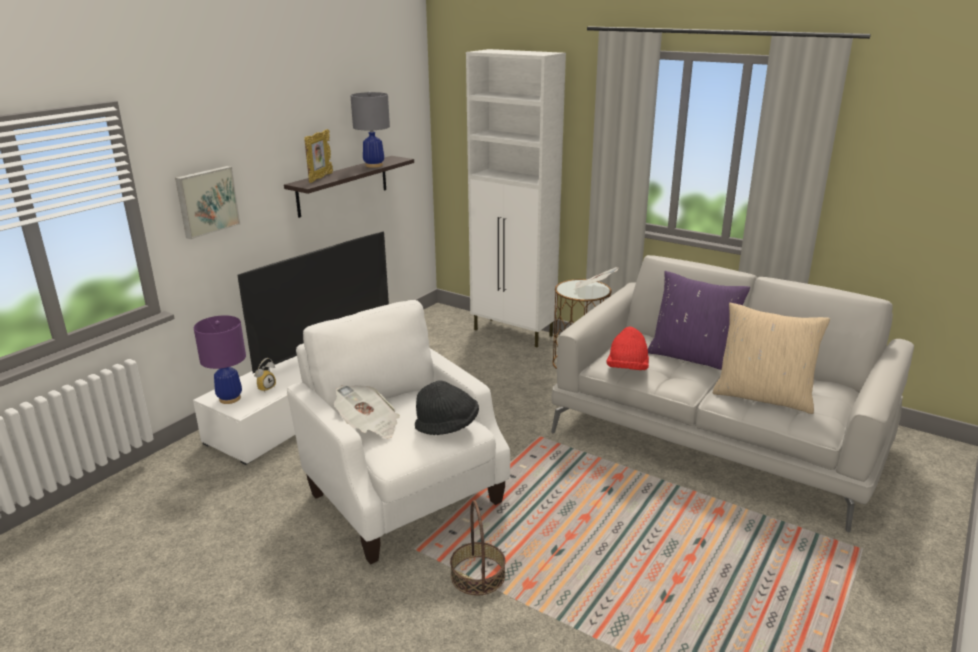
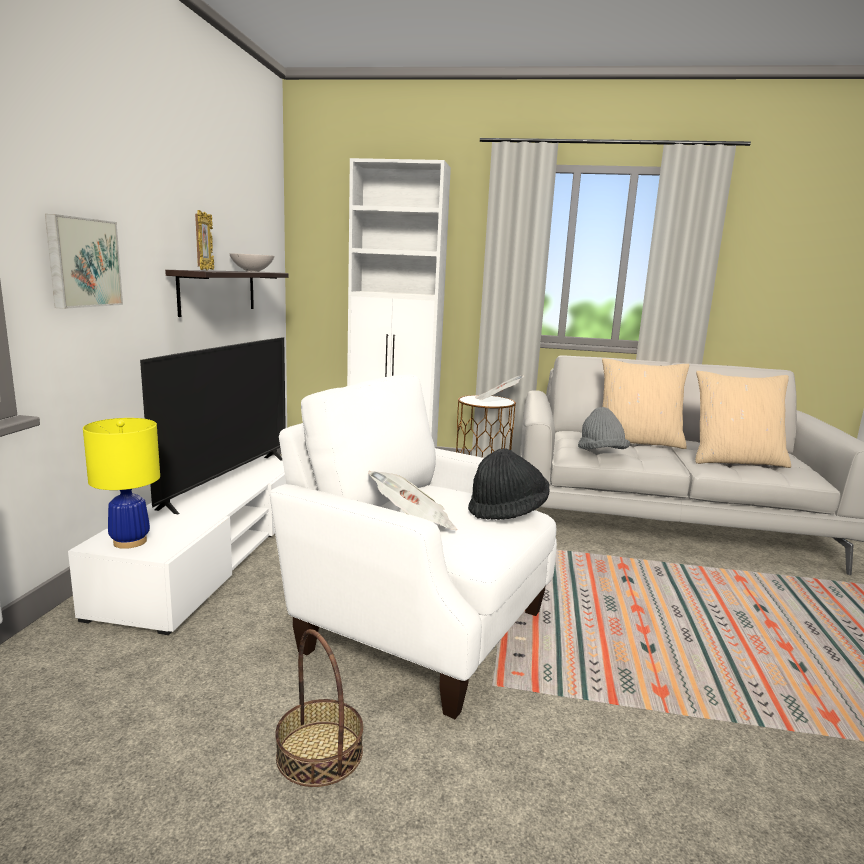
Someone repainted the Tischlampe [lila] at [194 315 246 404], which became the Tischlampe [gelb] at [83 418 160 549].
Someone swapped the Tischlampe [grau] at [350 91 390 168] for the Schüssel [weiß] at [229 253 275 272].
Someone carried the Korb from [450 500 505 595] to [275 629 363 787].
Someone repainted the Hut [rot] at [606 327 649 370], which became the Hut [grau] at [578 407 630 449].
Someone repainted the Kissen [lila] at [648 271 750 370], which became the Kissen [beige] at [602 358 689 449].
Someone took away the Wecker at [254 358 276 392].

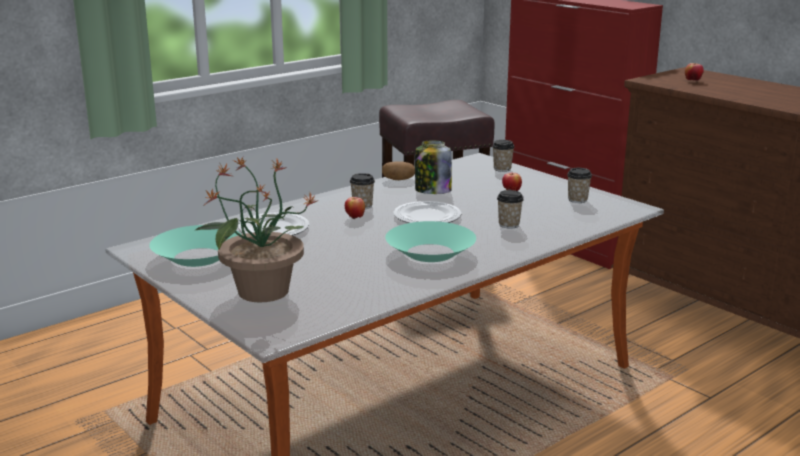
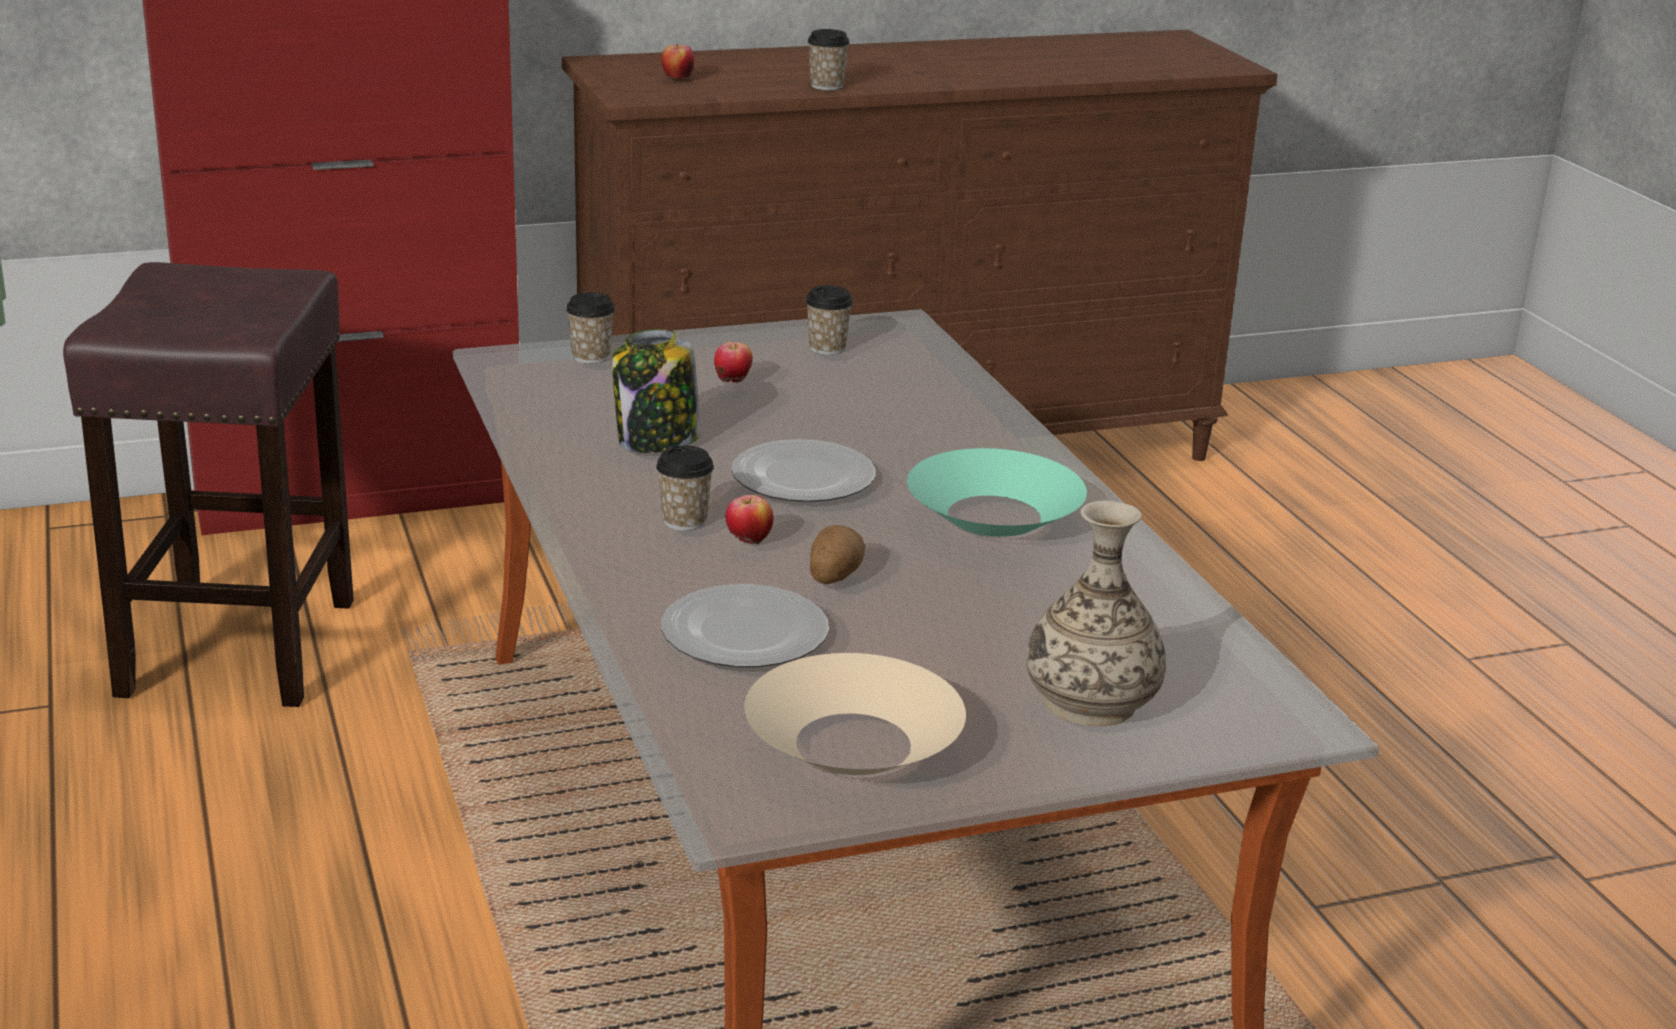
Someone repainted the Schüssel [türkis] at [149 225 242 267], which became the Schüssel [beige] at [744 653 966 775].
Someone carried the Tasse from [497 190 524 229] to [807 29 850 90].
Someone carried the Kartoffel from [382 161 415 180] to [810 525 865 584].
Someone swapped the Topfpflanze at [194 157 319 303] for the Vase at [1026 500 1166 726].

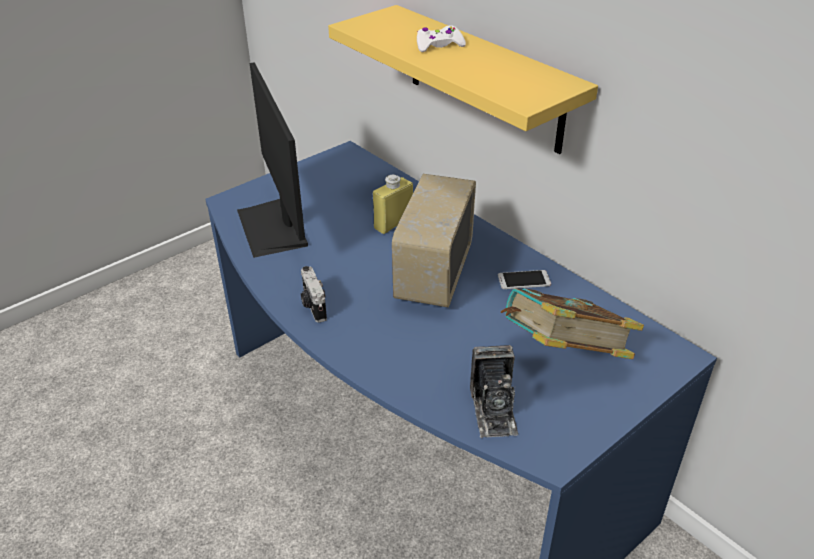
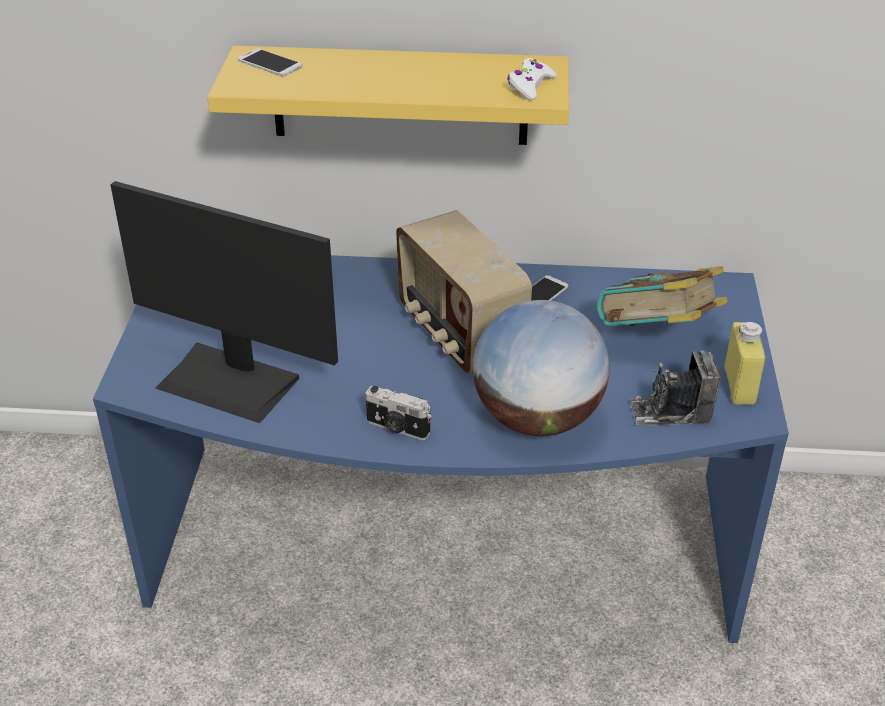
Someone put down the Handy at [238 49 303 77].
Someone put down the Globus at [473 300 609 436].
Someone carried the Gamepad [weiß] from [417 26 466 52] to [507 58 557 100].
Someone rotated the Kamera at [470 345 518 438] by 135 degrees clockwise.
Someone carried the Flasche [gelb] from [373 174 413 234] to [724 322 766 405].

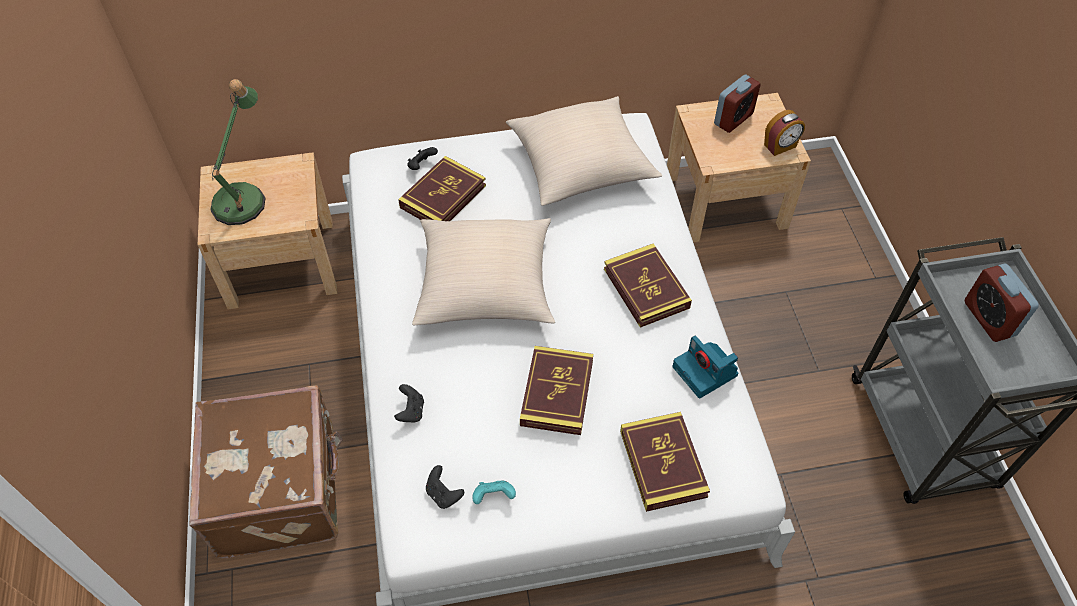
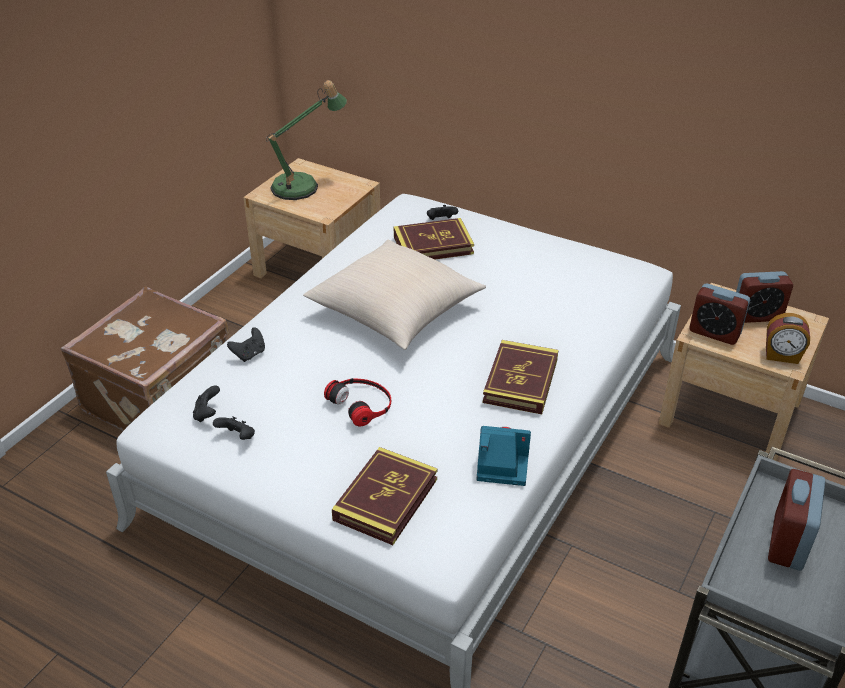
Someone repainted the Gamepad [türkis] at [472 481 516 504], which became the Gamepad [schwarz] at [213 416 255 440].
Someone swapped the Buch at [520 346 593 435] for the Kopfhörer at [324 378 391 427].
Someone rotated the Kamera at [672 335 738 399] by 90 degrees clockwise.
Someone put down the Wecker at [689 284 750 345].
Someone took away the Kissen [beige] at [506 96 662 206].

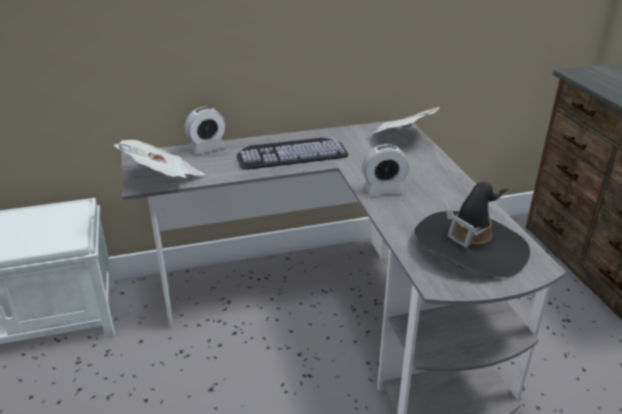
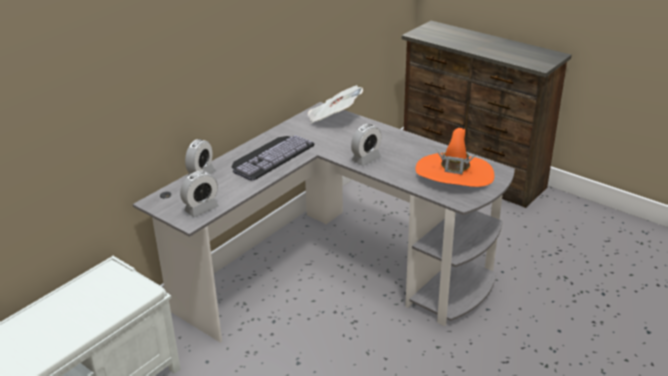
Someone swapped the Zeitung at [114 140 205 178] for the Wecker at [180 171 219 217].
Someone repainted the Hut [schwarz] at [414 182 530 277], which became the Hut [orange] at [416 128 494 187].

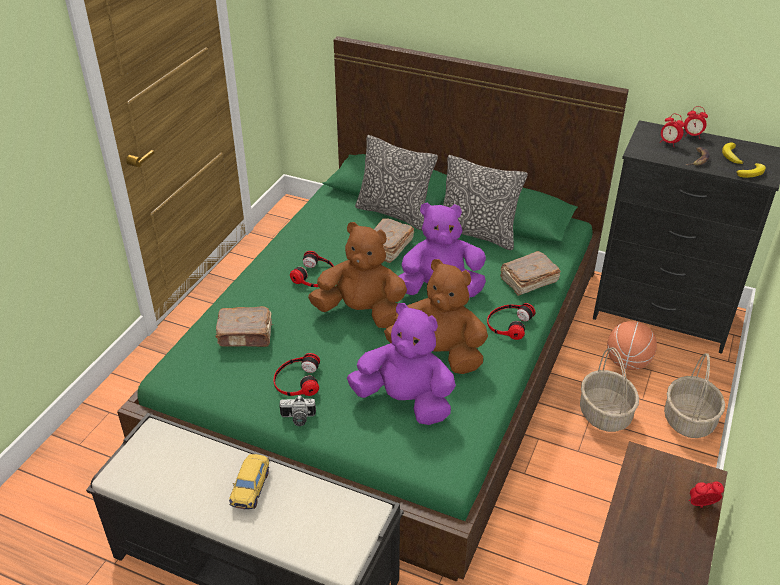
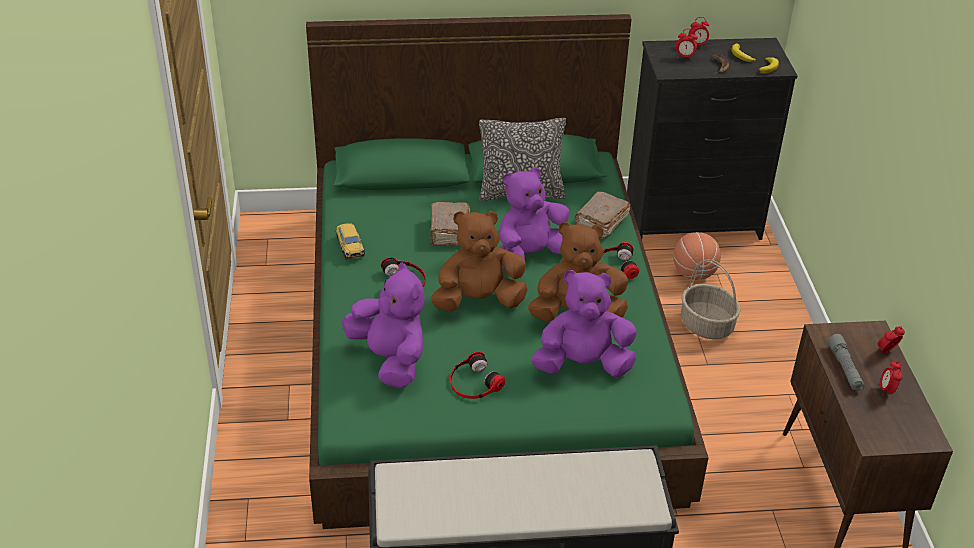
Someone carried the Spielzeugauto from [229 454 270 509] to [336 223 365 260].
Someone swapped the Buch [braun] at [215 306 273 347] for the Plüschtier [lila] at [342 262 425 388].
Someone put down the Taschenlampe [grau] at [828 334 864 390].
Someone put down the Wecker at [880 361 903 396].
Someone took away the Kamera at [279 395 316 426].
Someone took away the Kissen at [355 135 438 230].
Someone took away the Korb at [664 353 725 438].

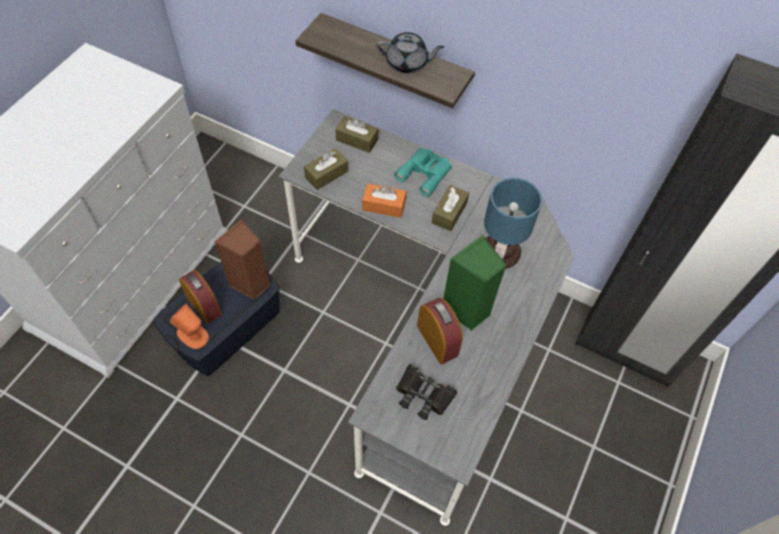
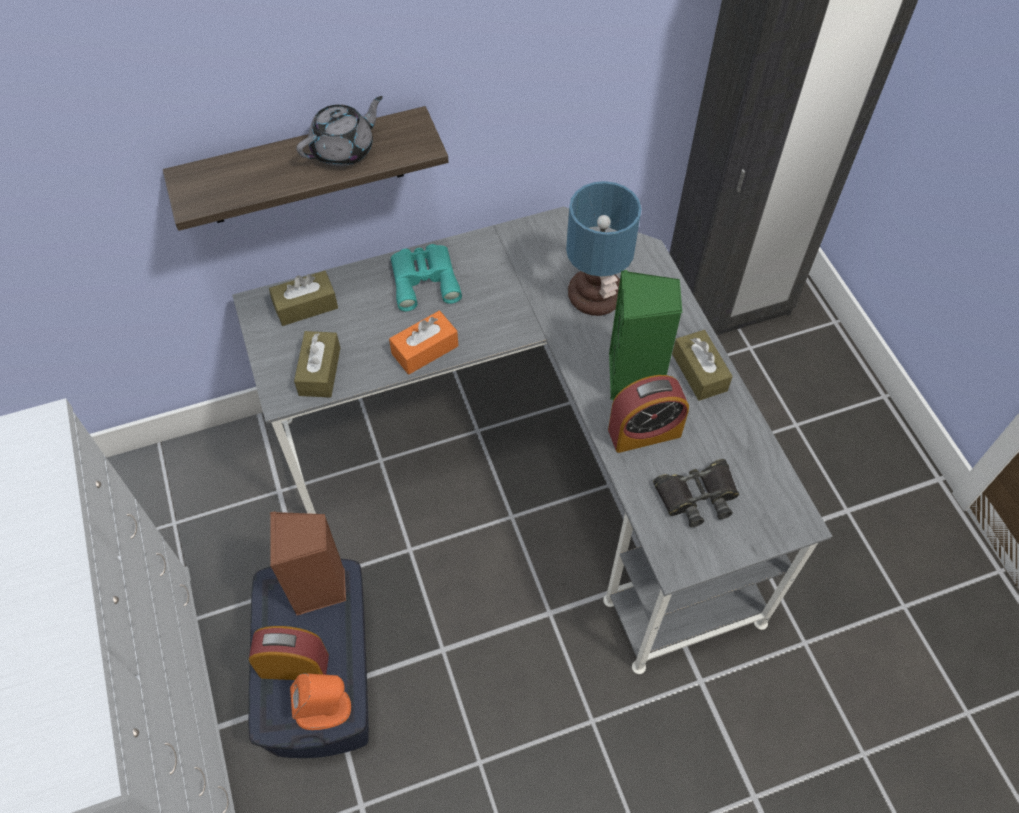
Someone rotated the Wecker at [417 298 463 364] by 150 degrees clockwise.
Someone carried the Taschentuchbox [braun] from [432 185 469 231] to [672 330 733 401].

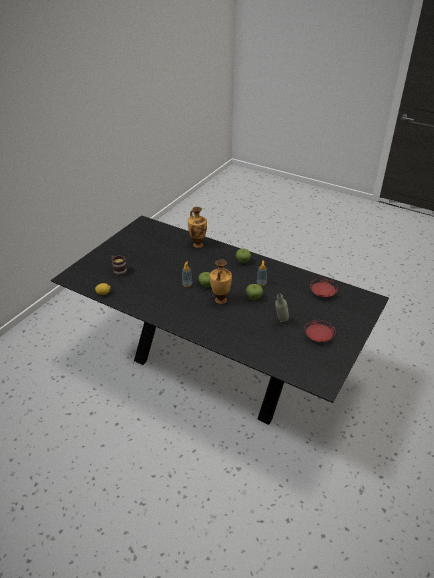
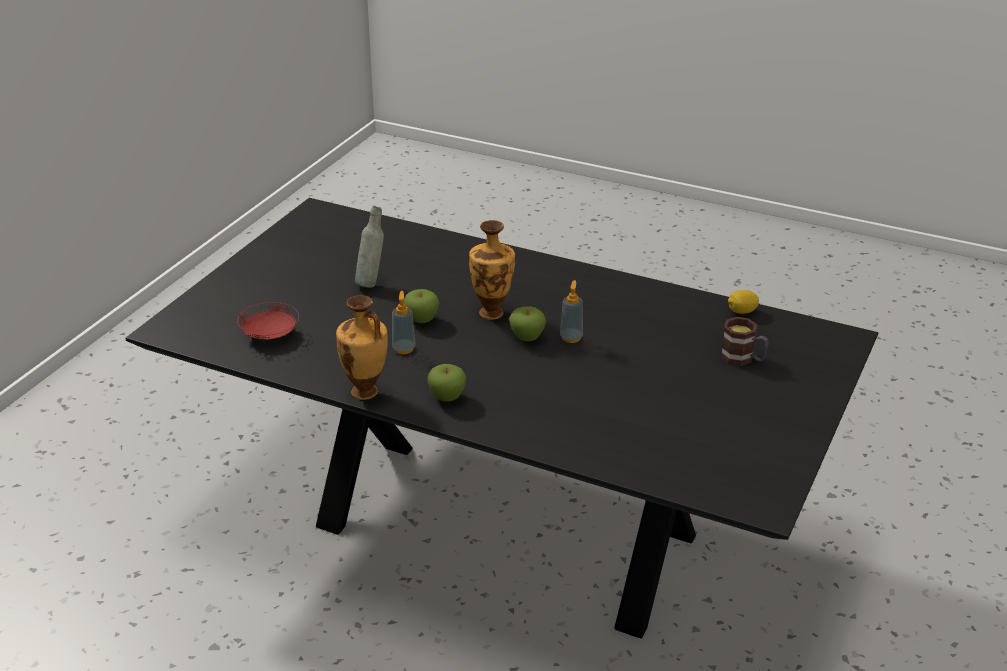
Someone carried the Vase from [188 207 207 248] to [336 295 388 400].
Someone took away the Teller [rot] at [304 320 336 342].

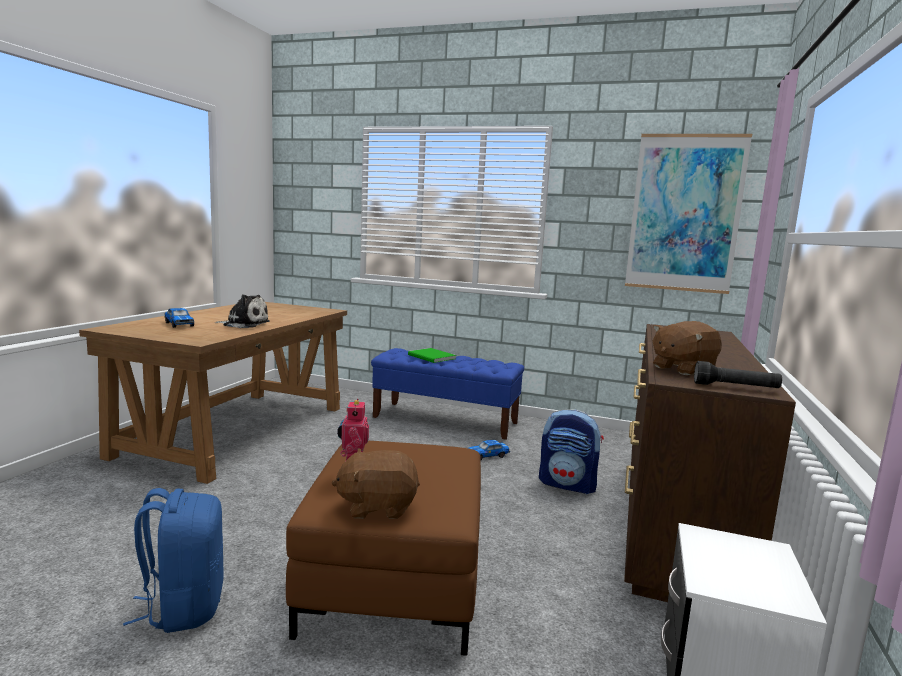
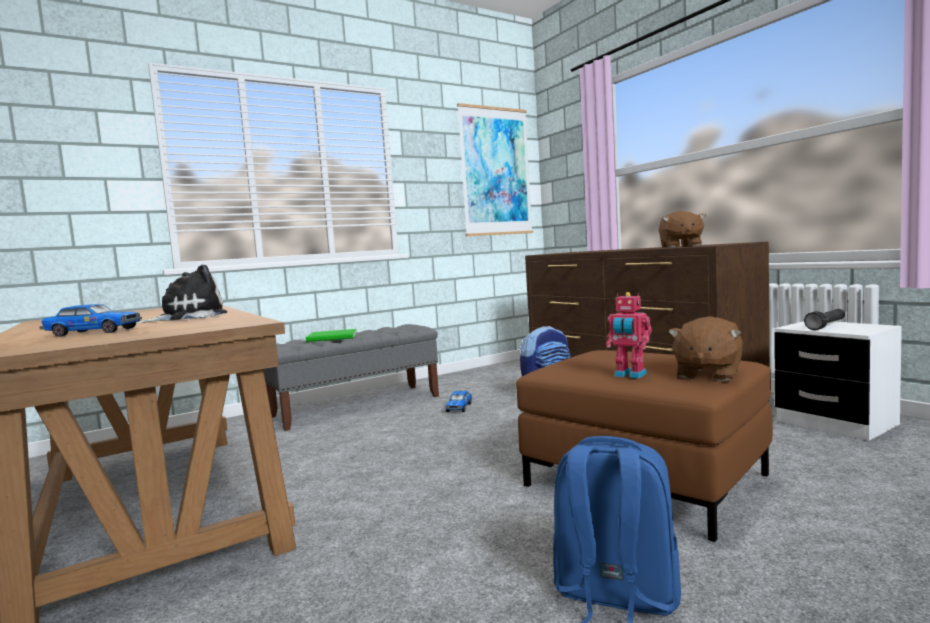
Someone repainted the Bank [blau] at [371 348 524 440], which became the Bank [grau] at [263 324 439 431].
Someone carried the Taschenlampe [schwarz] from [694 361 782 388] to [804 309 845 330].

